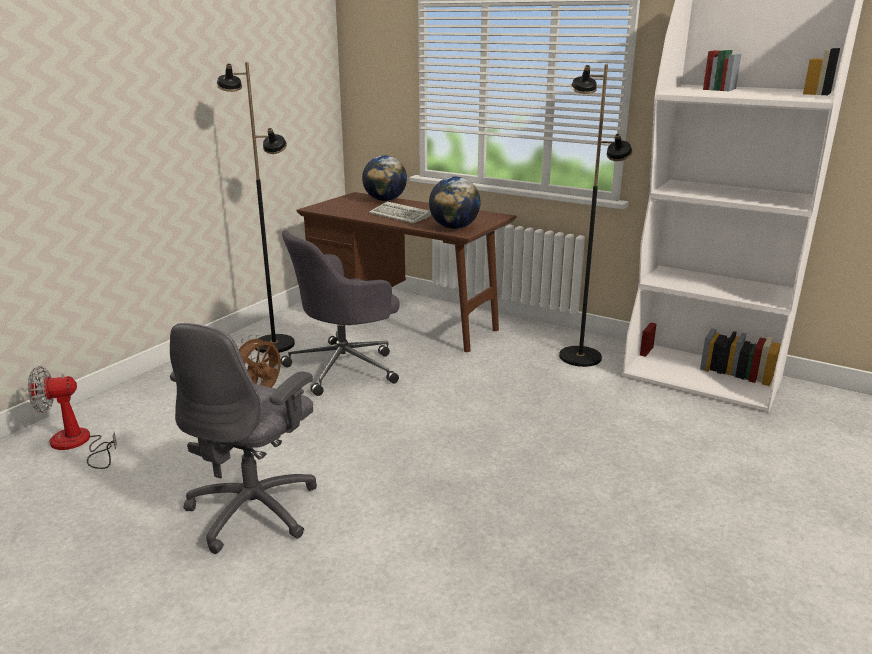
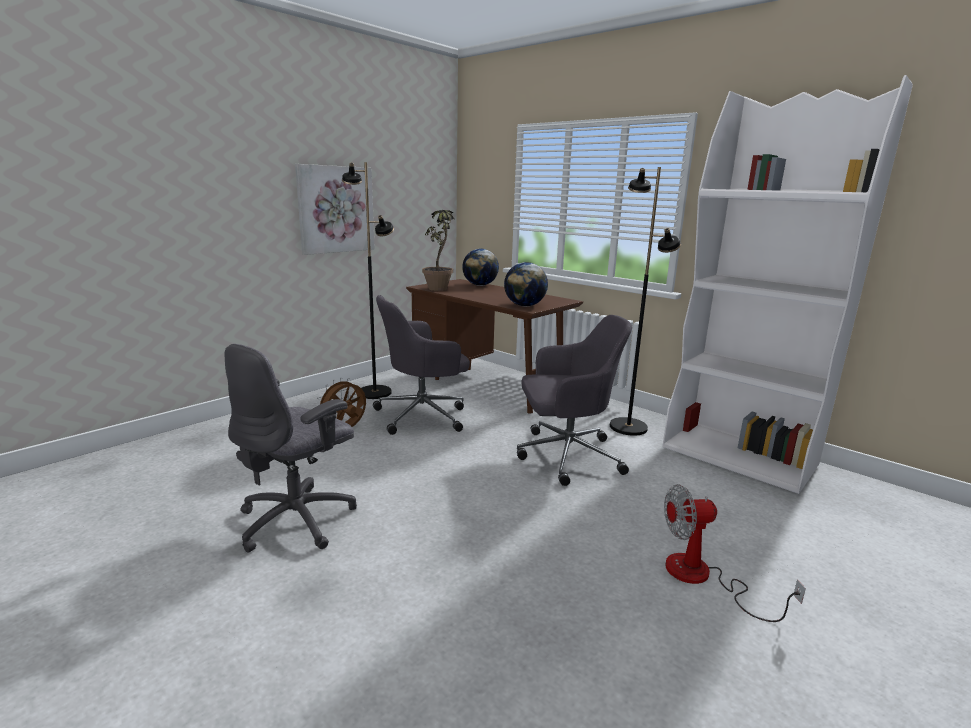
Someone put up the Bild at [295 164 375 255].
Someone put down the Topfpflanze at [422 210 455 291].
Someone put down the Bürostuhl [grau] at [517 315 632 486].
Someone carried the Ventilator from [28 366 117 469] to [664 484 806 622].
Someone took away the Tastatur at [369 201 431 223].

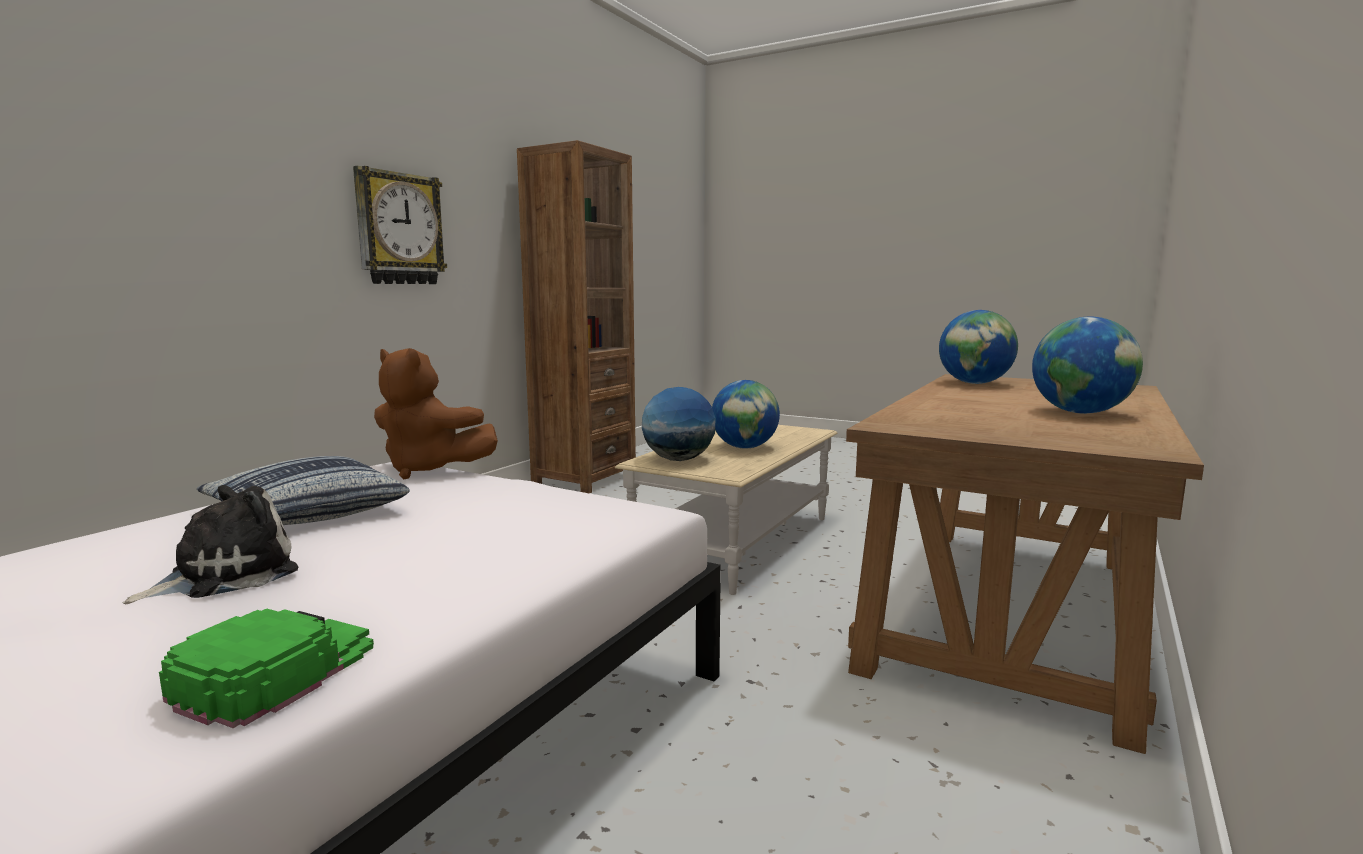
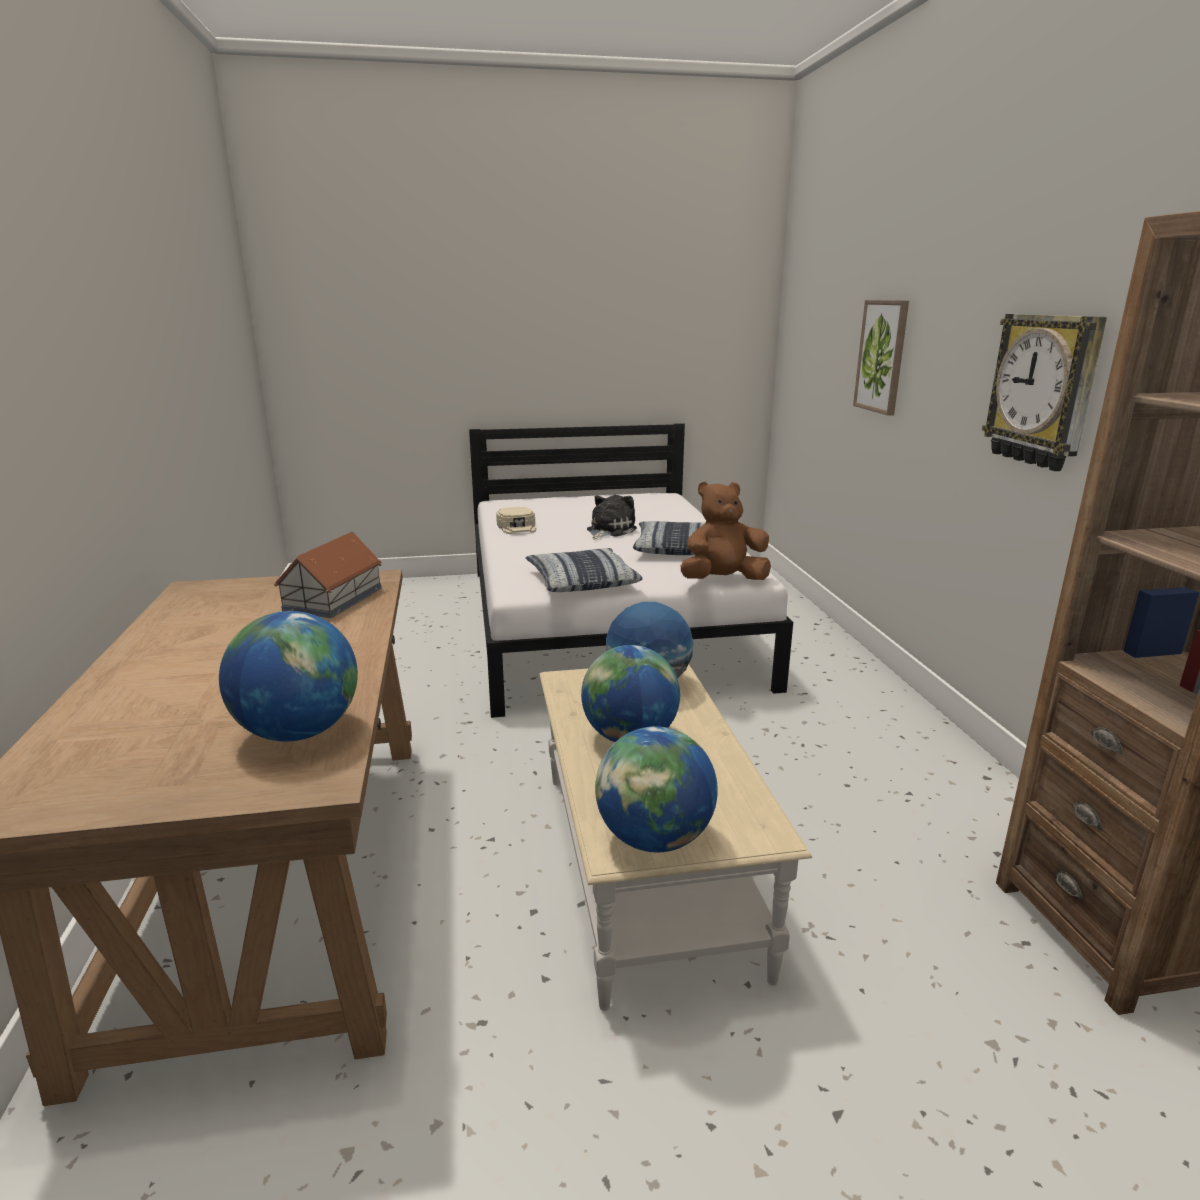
Someone put down the Spielzeughaus at [274 532 382 618].
Someone repainted the Kappe [grün] at [159 609 374 728], which became the Kappe [beige] at [496 507 537 534].
Someone put down the Kissen at [525 548 643 592].
Someone rotated the Plüschtier at [123 485 298 604] by 150 degrees counterclockwise.
Someone carried the Globus from [1032 316 1143 414] to [595 726 718 852].
Someone put up the Bild at [853 300 909 416].

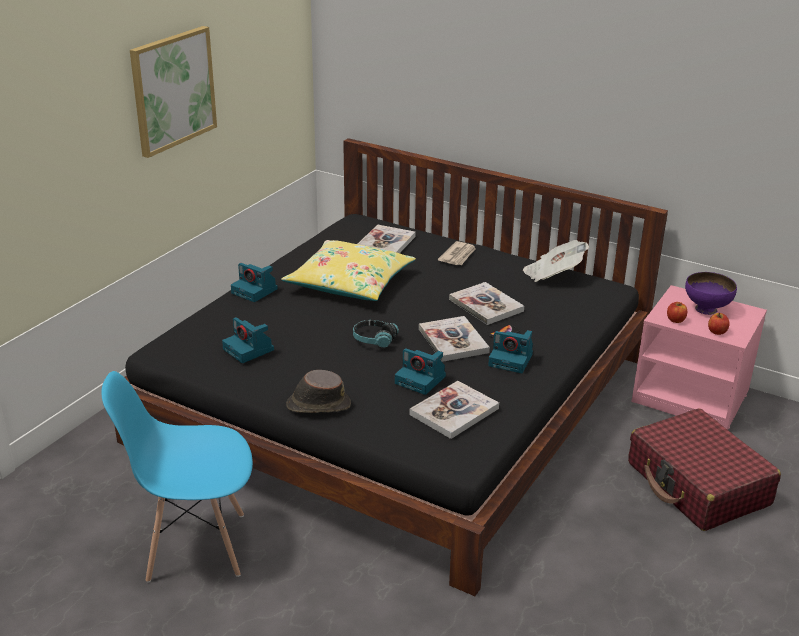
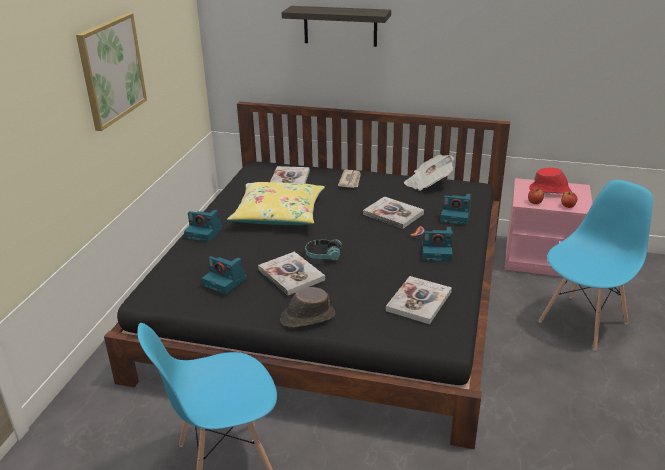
Someone carried the Buch from [419 316 490 362] to [258 252 325 295].
Someone put up the Wandregal at [282 6 391 47].
Someone carried the Kamera from [395 348 446 395] to [441 194 471 225].
Someone swapped the Schüssel [lila] at [685 272 737 315] for the Hut [rot] at [529 167 572 194].
Someone swapped the Koffer [rot] at [628 408 781 531] for the Stuhl [blau] at [539 180 653 351].

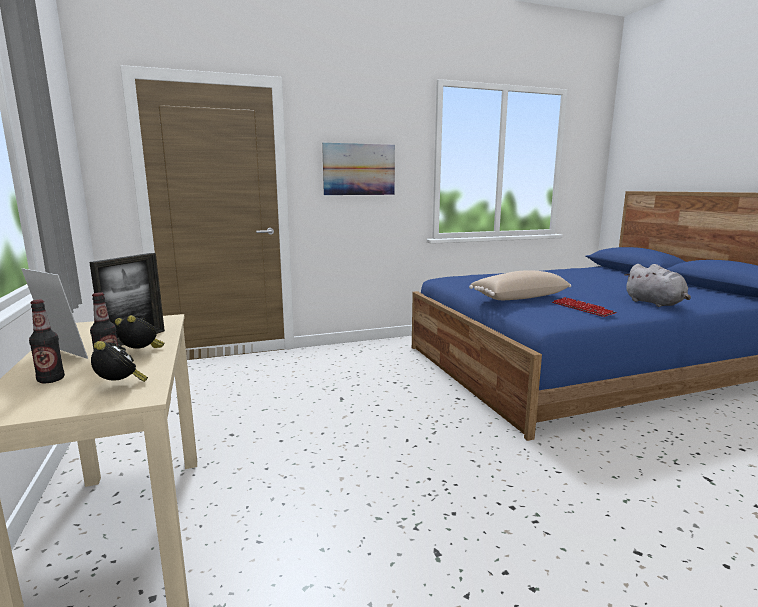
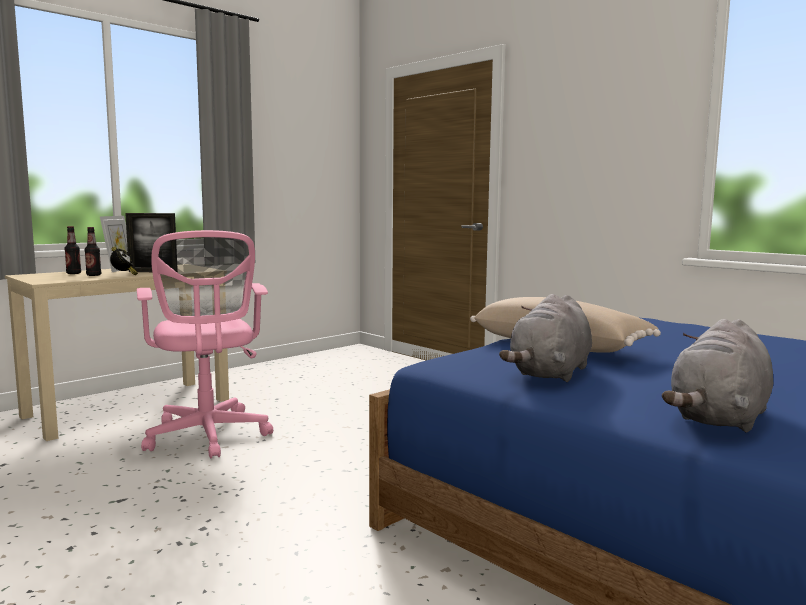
Someone put down the Bürostuhl [rosa] at [137 230 273 458].
Someone swapped the Tastatur at [552 297 617 317] for the Plüschtier [grau] at [499 294 592 382].
Someone took away the Wecker at [91 341 148 382].
Someone took away the Bild at [322 143 395 195].

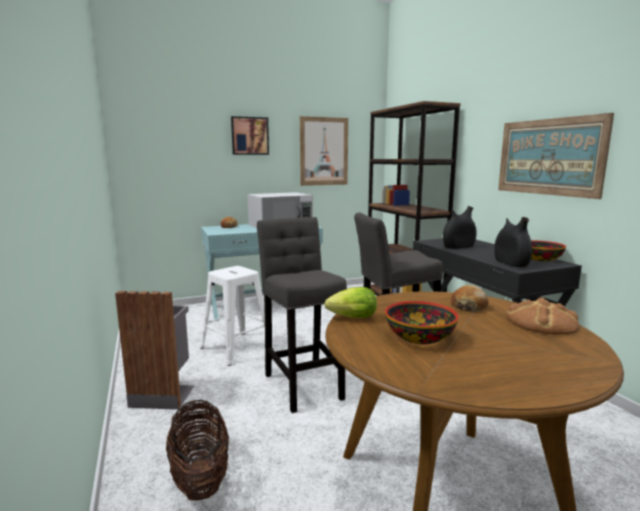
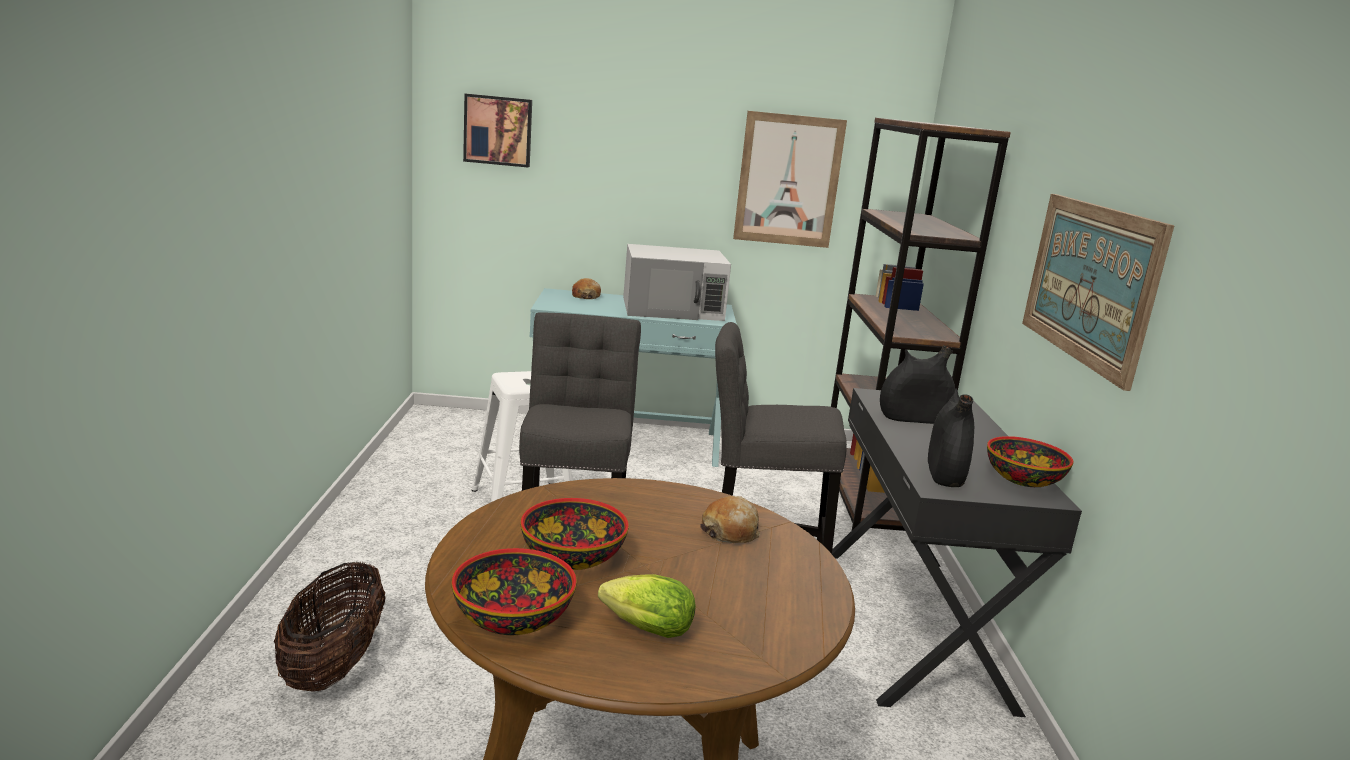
Someone put down the Schüssel at [452 548 577 635].
Someone carried the Bild from [231 116 269 155] to [463 94 532 168].
Someone carried the Salatkopf from [324 287 377 318] to [598 574 696 638].
Someone took away the Mülleimer [grau] at [115 291 194 410].
Someone took away the Brot at [506 298 579 335].

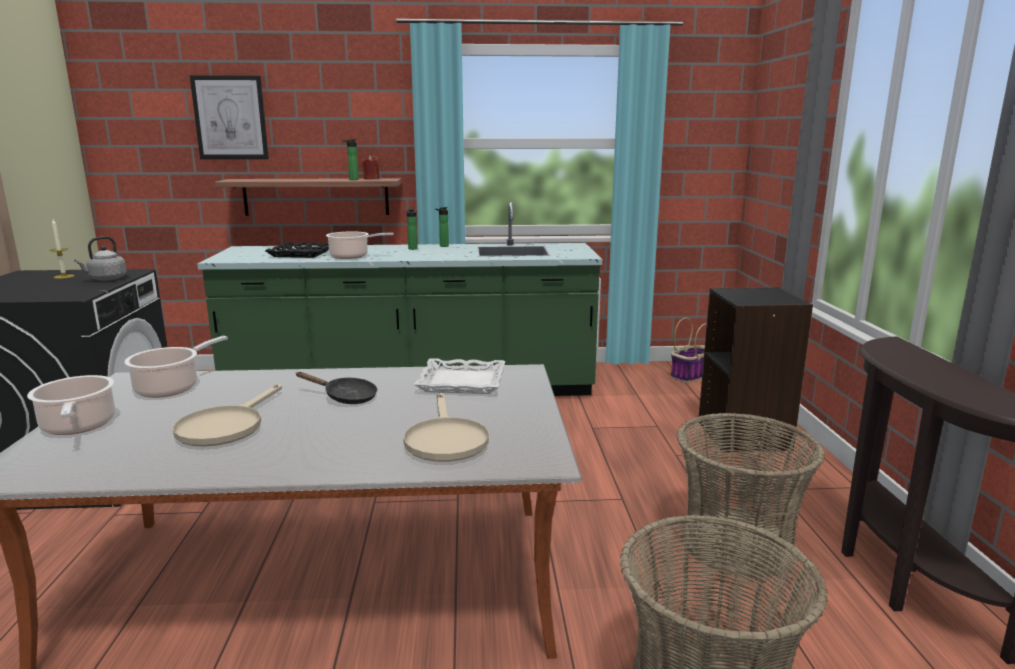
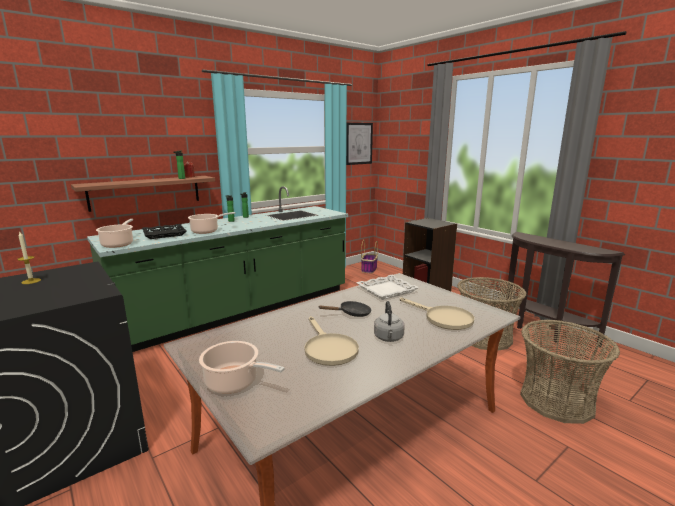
Someone carried the Kochtopf from [124 336 228 398] to [96 219 133 248].
Someone carried the Bild from [190 75 269 159] to [346 123 373 165].
Someone carried the Wasserkessel [grau] from [74 236 127 281] to [374 301 405 342].

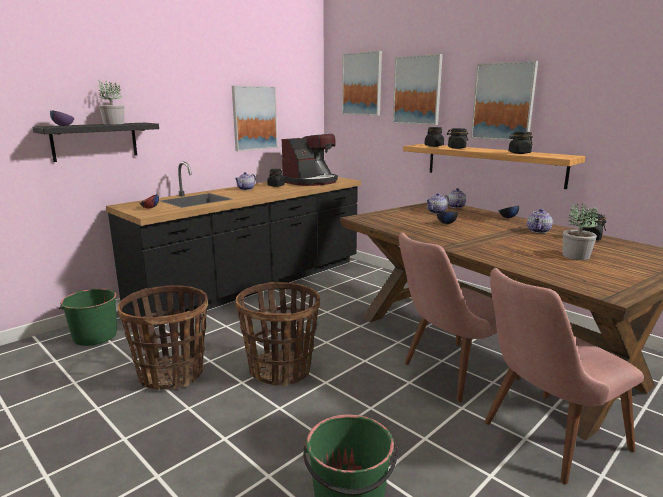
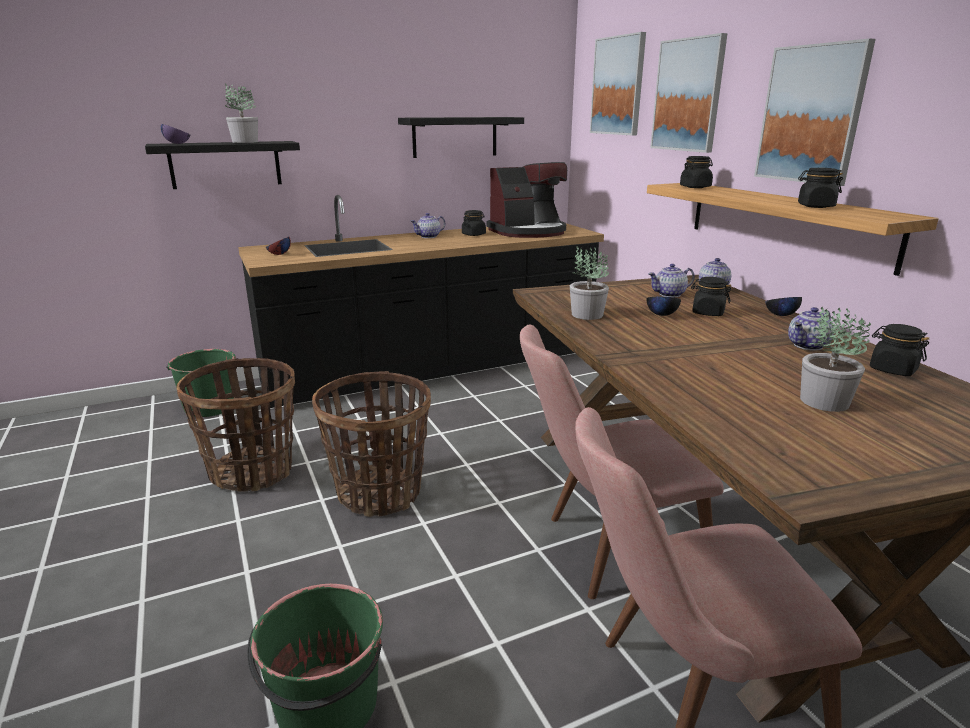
Someone swapped the Bild at [232 86 278 151] for the Wandregal [schwarz] at [398 117 524 158].
Someone put down the Topfpflanze at [570 246 609 320].
Someone carried the Vorratsglas [schwarz] from [447 128 468 149] to [691 277 731 316].

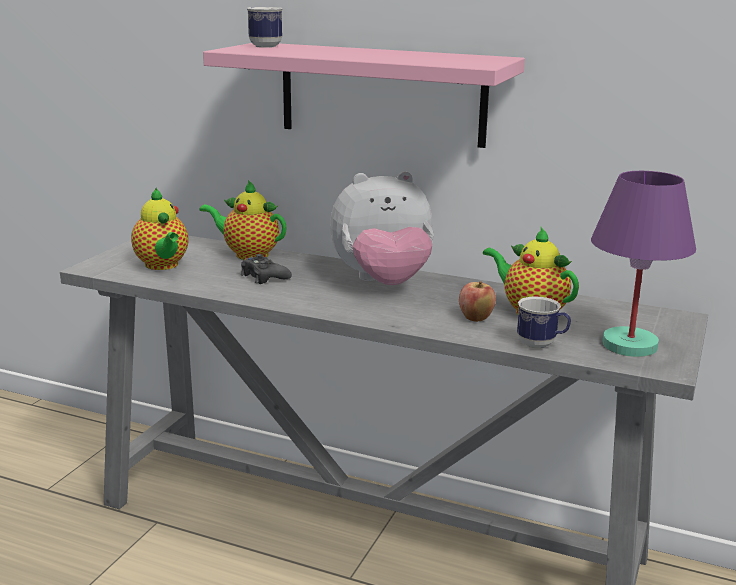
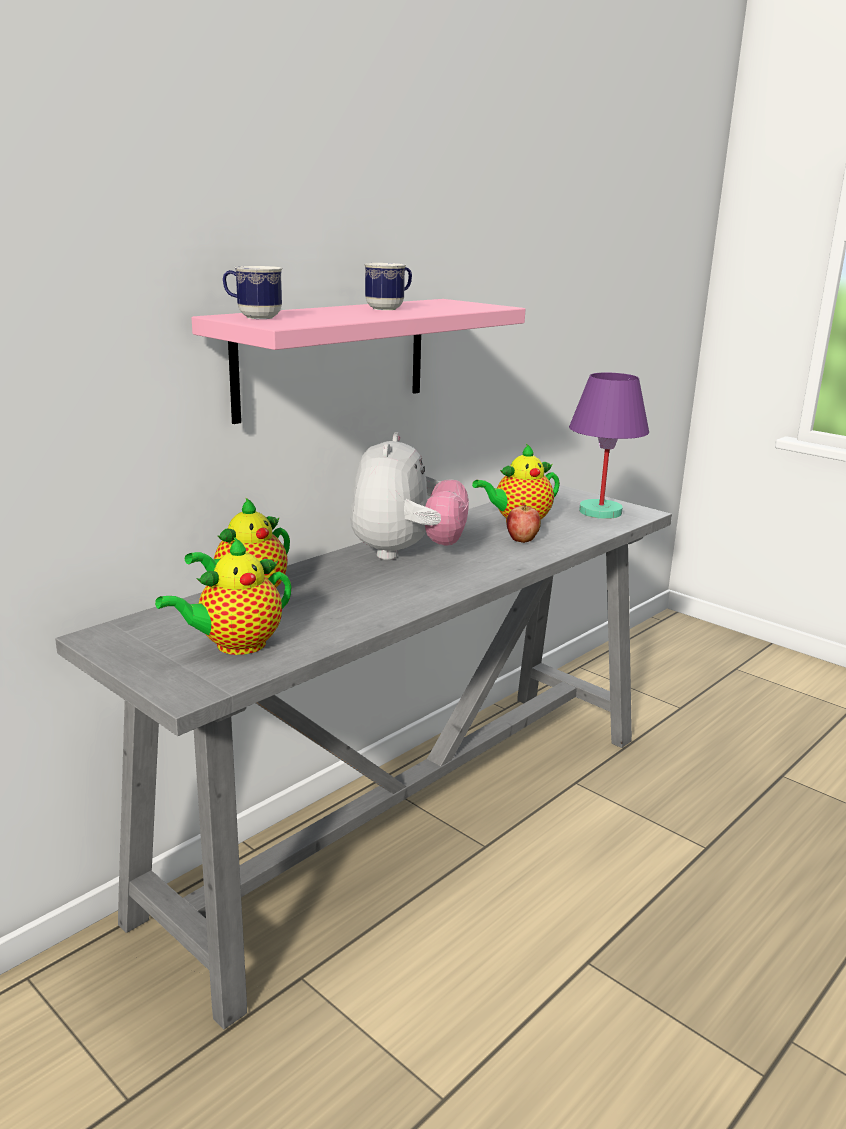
Someone rotated the Teekanne at [131 188 189 270] by 150 degrees clockwise.
Someone carried the Henkelbecher from [517 297 571 349] to [364 263 412 310].
Someone took away the Gamepad [schwarz] at [241 254 292 284].

